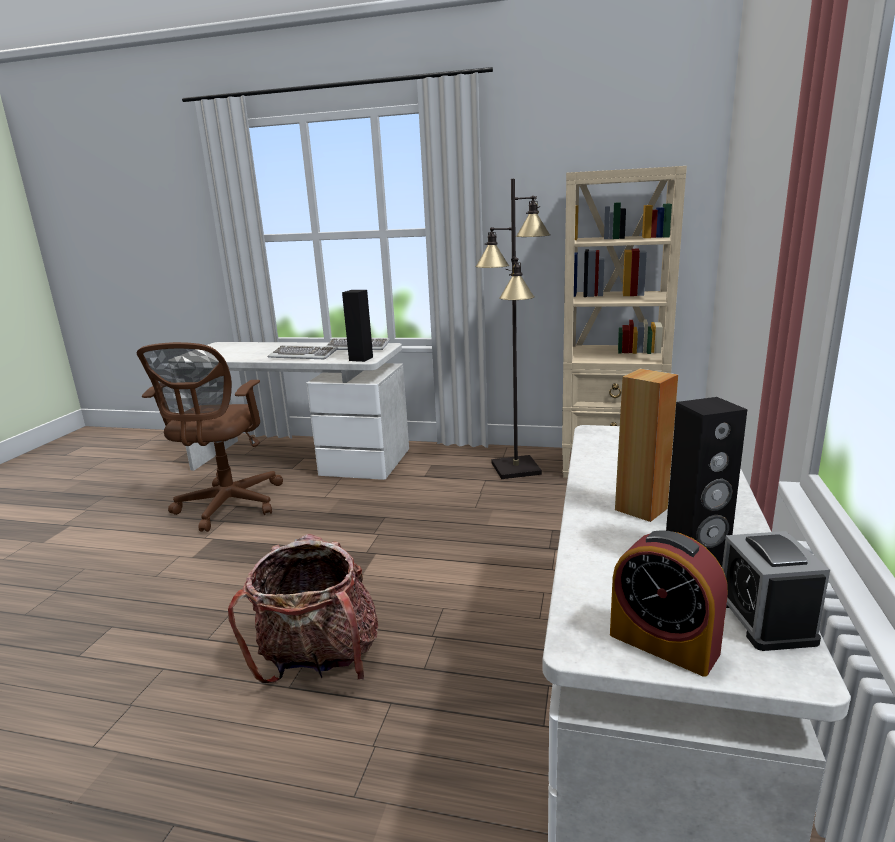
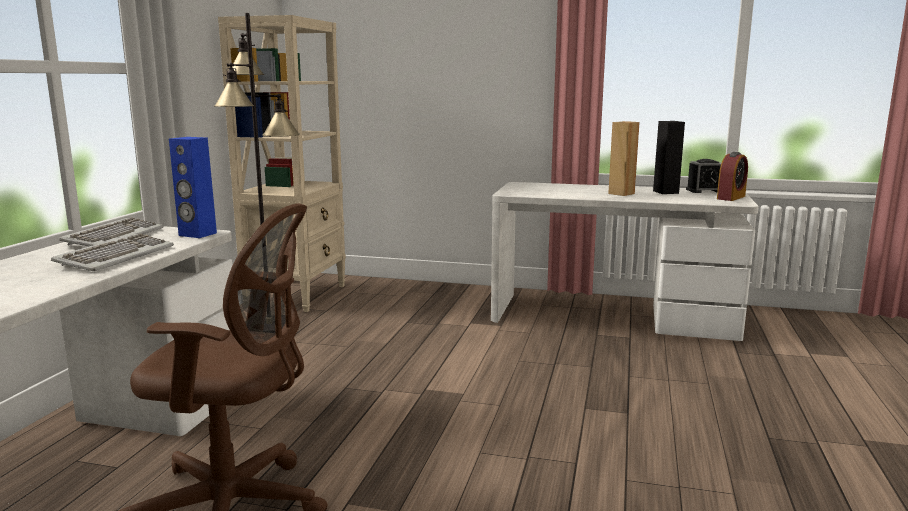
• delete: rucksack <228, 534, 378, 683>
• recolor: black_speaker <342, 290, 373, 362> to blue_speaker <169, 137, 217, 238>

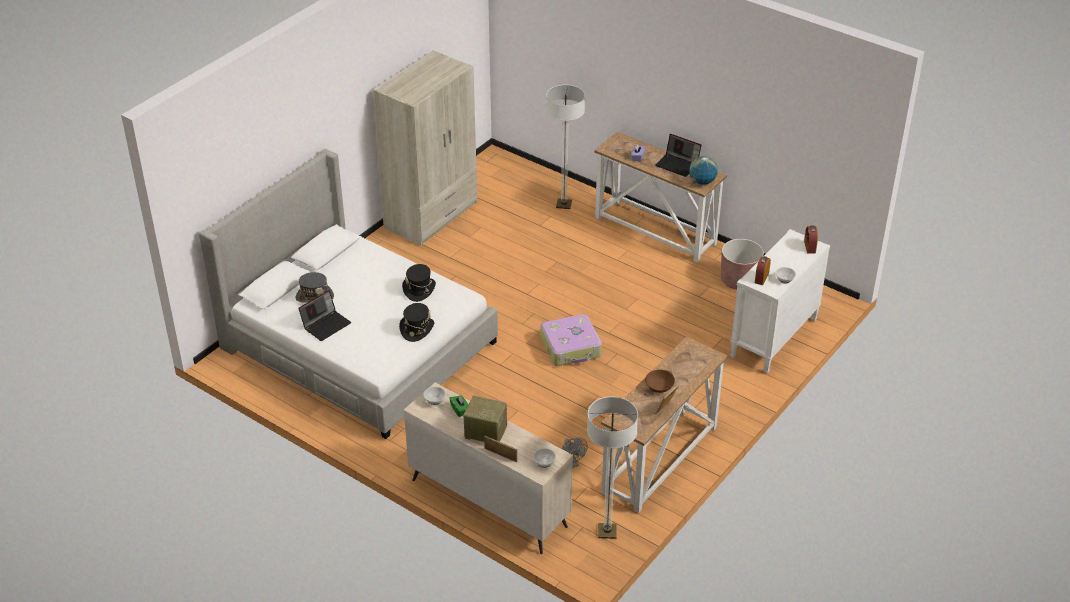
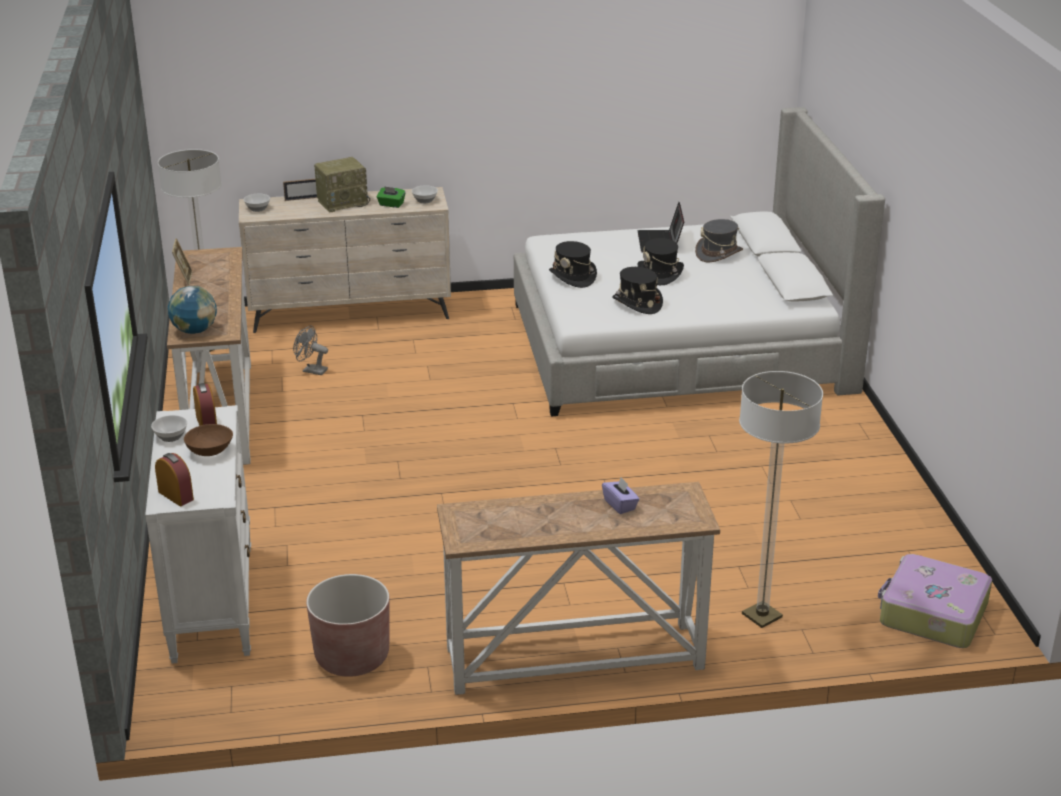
• delete: beige-coloured_armoire <372, 50, 478, 246>
• delete: portable_computer <655, 134, 701, 177>
• insert: black_clothing_hat <637, 238, 684, 285>
• move: travel_case <540, 314, 602, 366> to <878, 554, 992, 648>
• move: brownish_deep_dish <645, 370, 675, 393> to <184, 424, 233, 456>
• move: world_globe <689, 156, 718, 185> to <168, 286, 217, 334>

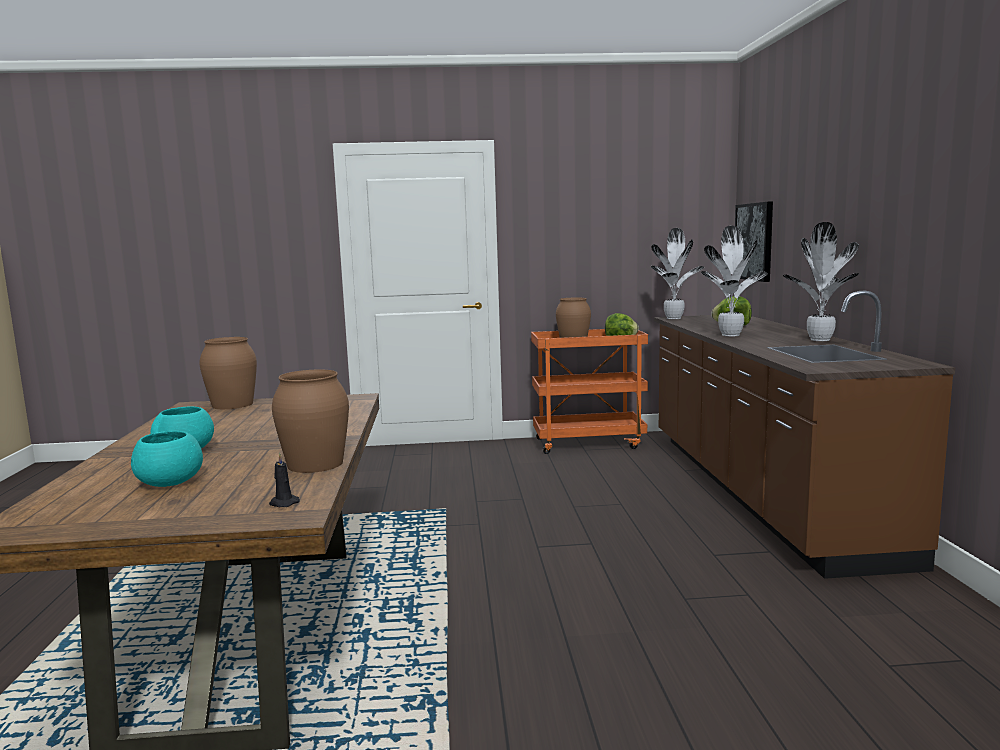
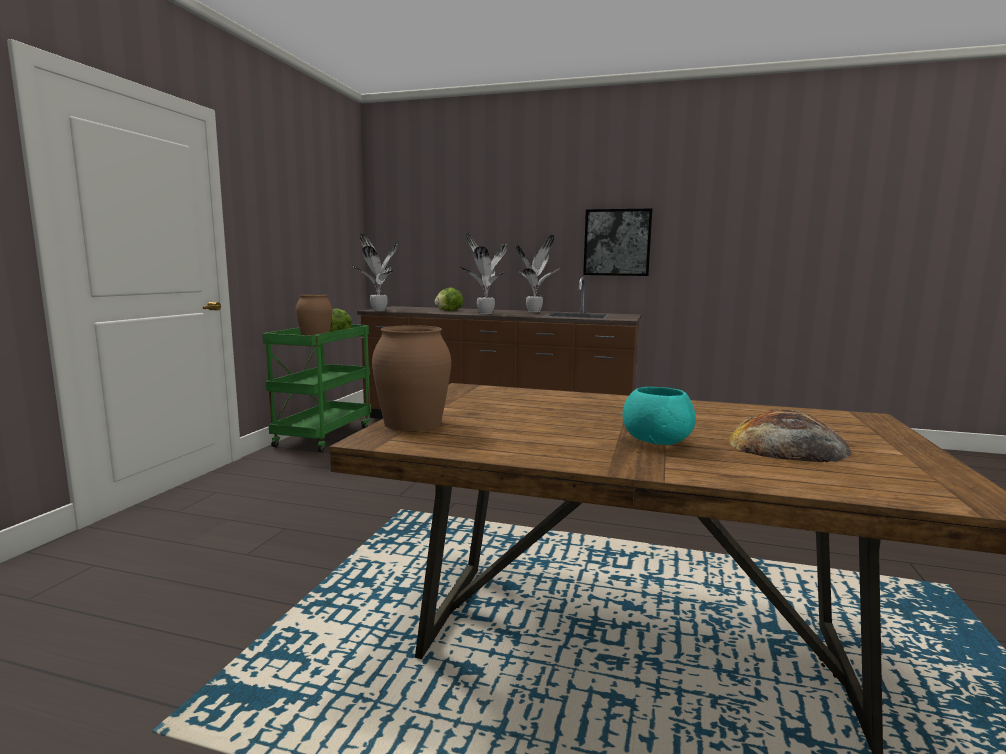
• delete: black_wax_light <269, 452, 300, 507>
• delete: brownish_flower_vase <272, 369, 349, 473>
• move: wall_picture <735, 201, 773, 282> to <583, 209, 653, 276>
• replace: turquoise_deep_dish <131, 431, 203, 487> to baked_bread <728, 409, 852, 462>
• recolor: orange_cart <531, 329, 648, 454> to green-coloured_cart <262, 324, 371, 452>

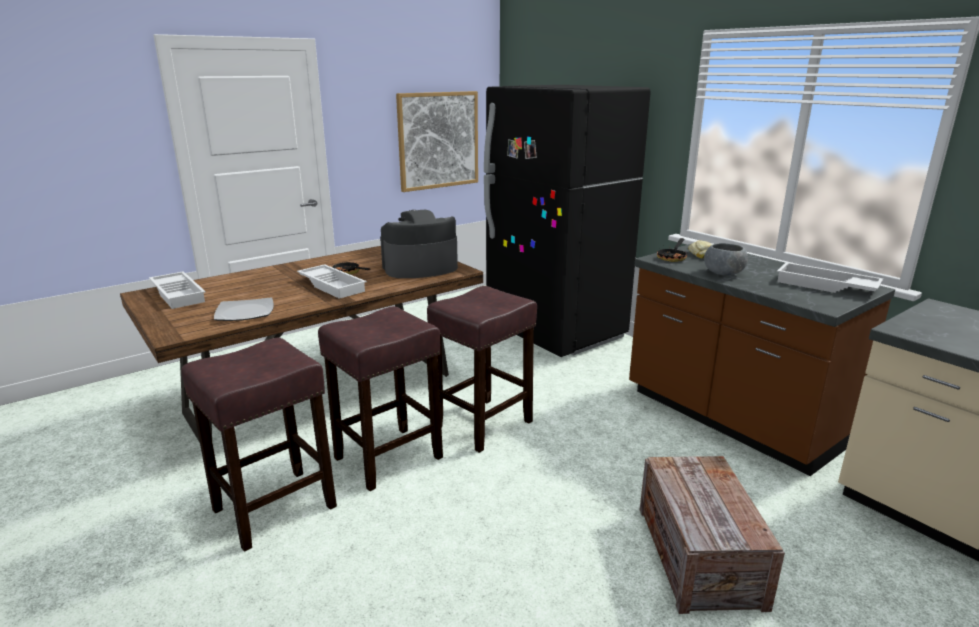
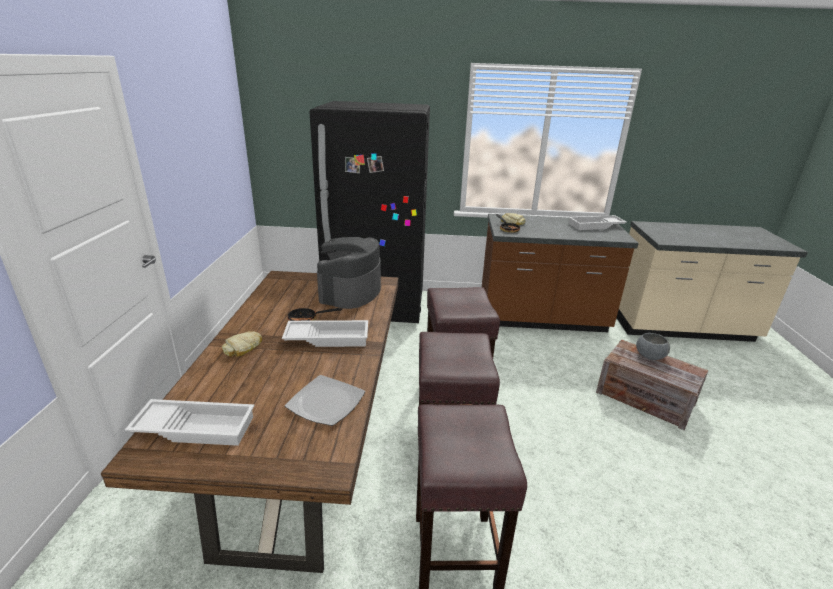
• delete: wall_picture <396, 91, 478, 192>
• insert: baked_bread <222, 331, 262, 357>
• move: greyish_deep_dish <704, 243, 748, 276> to <636, 333, 670, 360>

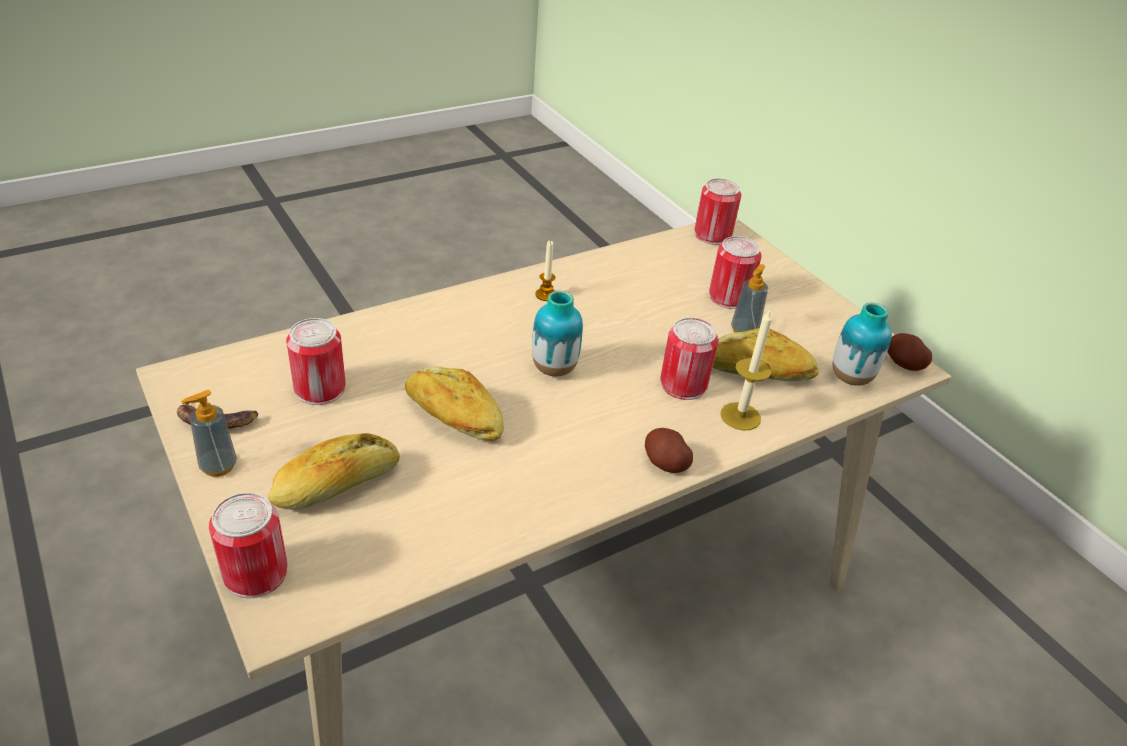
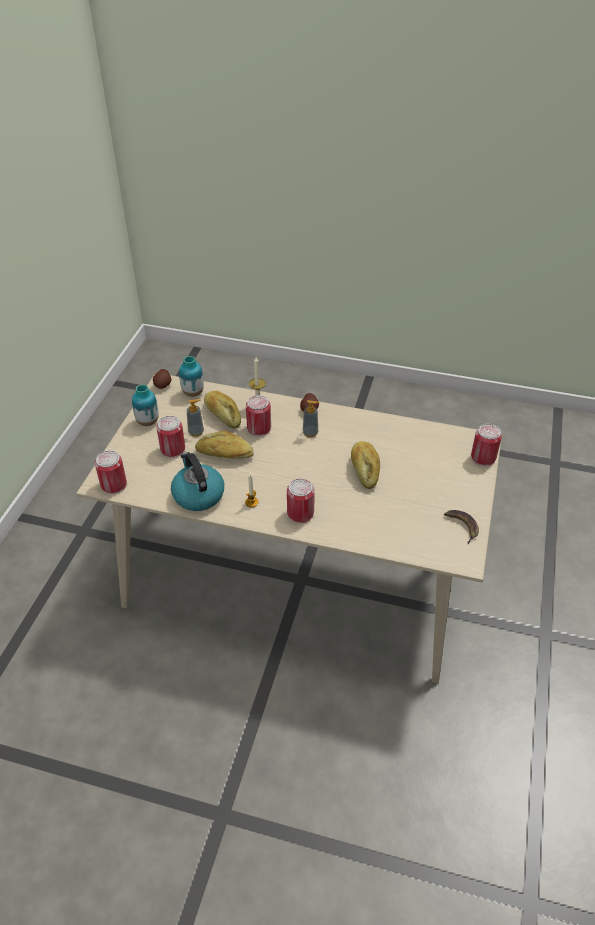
• insert: water_kettle <171, 452, 224, 511>
• move: soap_bottle <181, 390, 237, 477> to <303, 400, 319, 438>
• move: baked_bread <268, 433, 400, 510> to <195, 431, 254, 459>
• move: metal_can <286, 318, 346, 405> to <287, 478, 315, 523>
• move: flower_vase <532, 291, 583, 376> to <132, 384, 159, 426>

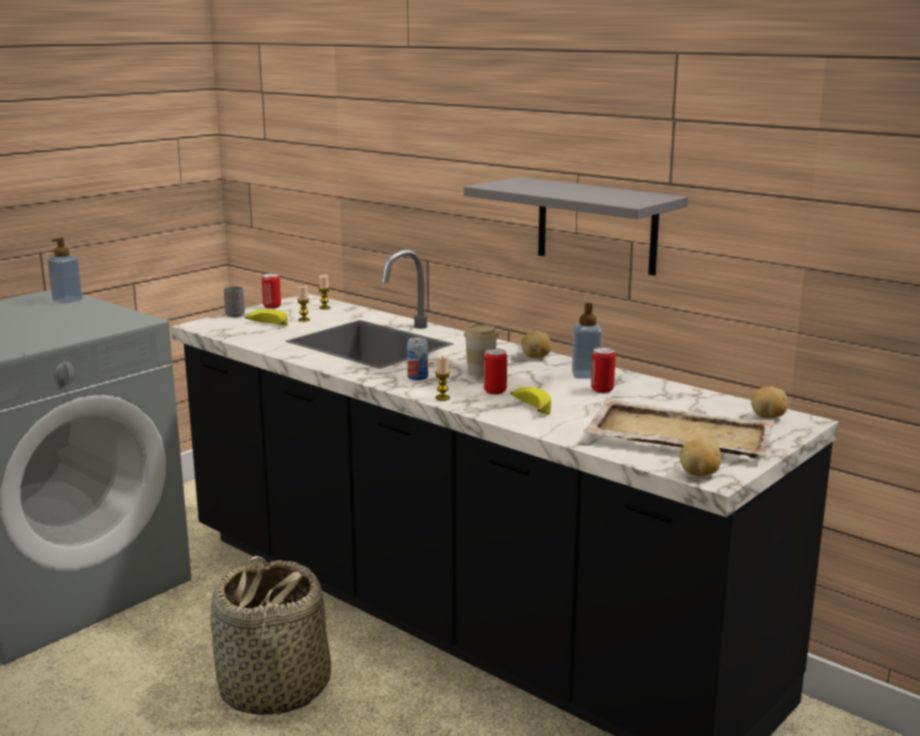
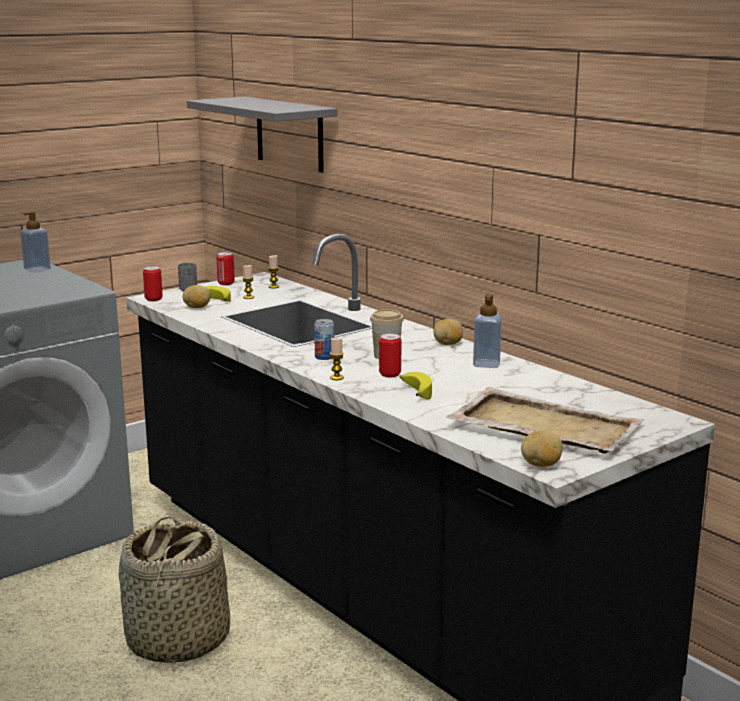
• move: greyish_bracket_shelf <464, 177, 688, 275> to <187, 97, 337, 172>
• move: metal_can <591, 347, 616, 393> to <143, 266, 163, 301>
• move: spud <751, 387, 788, 418> to <182, 285, 211, 308>

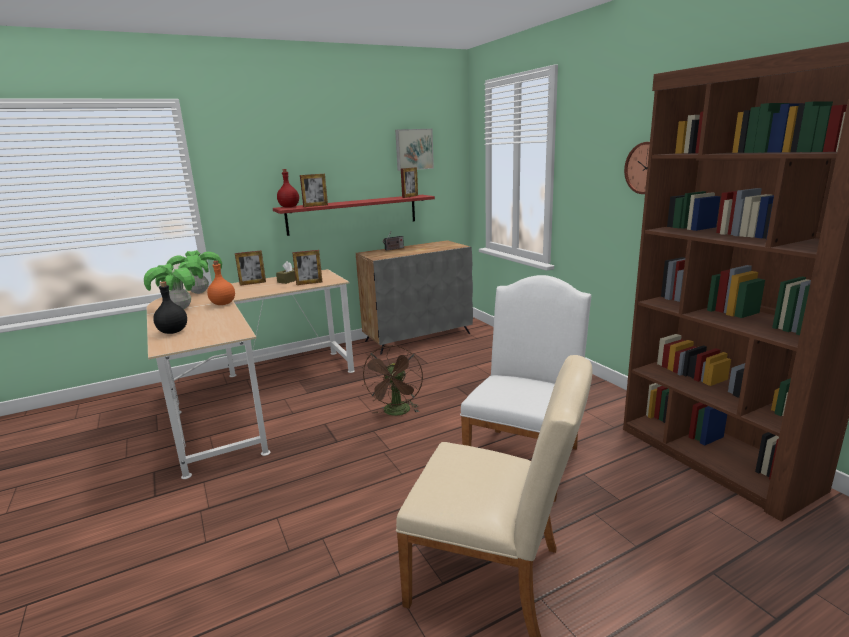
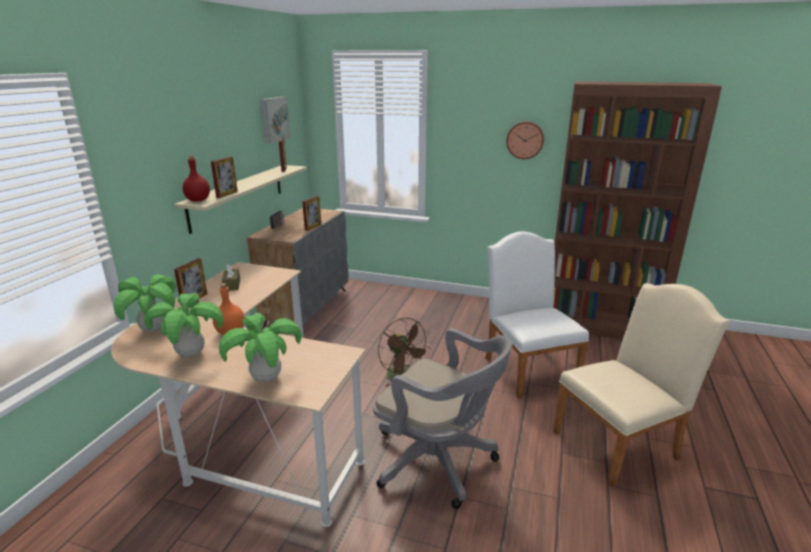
• insert: greyish_computer_chair <374, 328, 513, 509>
• move: standing_frame <292, 250, 323, 285> to <302, 196, 321, 231>
• replace: black_bottle <153, 282, 187, 334> to houseplant <219, 313, 302, 382>
• recolor: red-coloured_bracket_shelf <273, 195, 435, 236> to beige-coloured_bracket_shelf <174, 165, 307, 234>

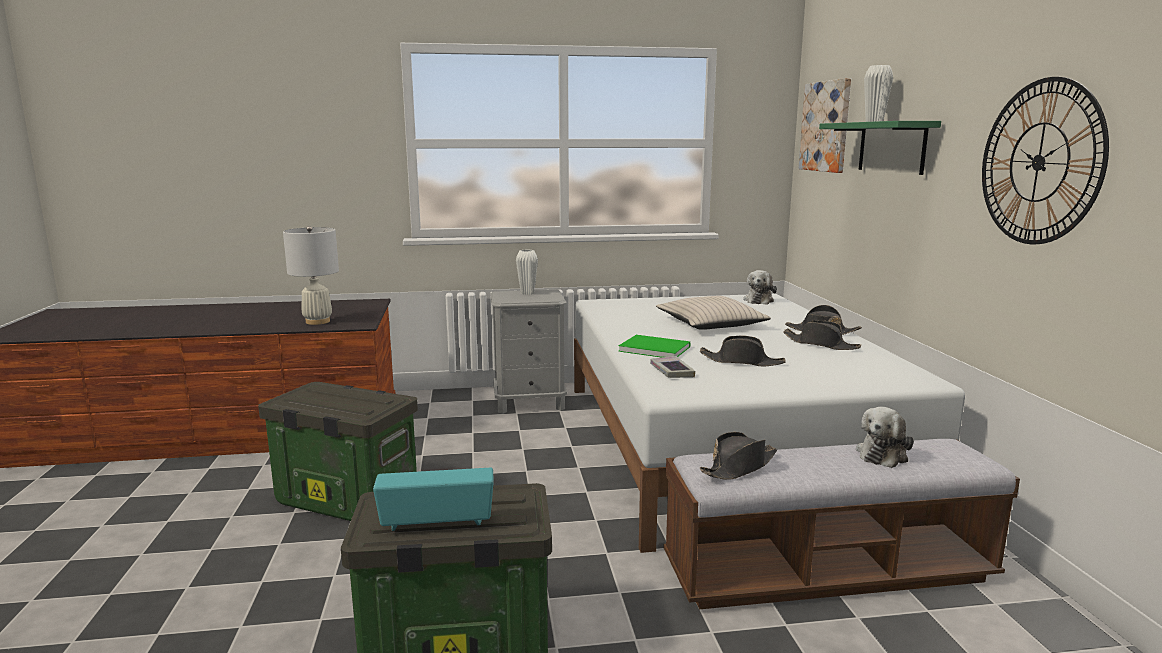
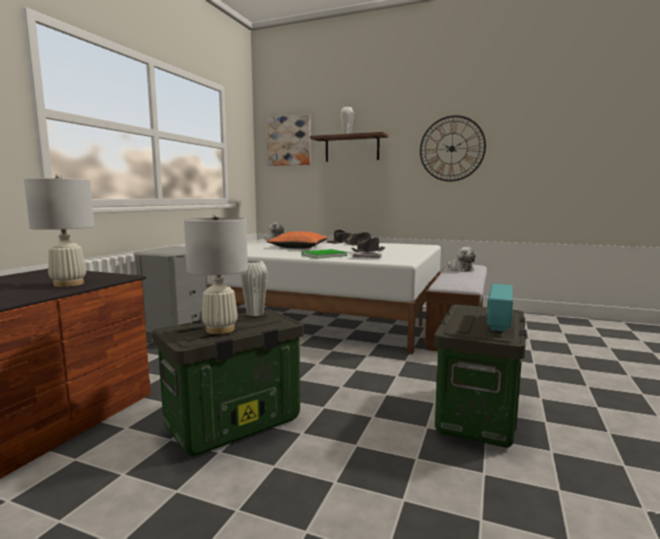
• delete: black_clothing_hat <700, 432, 777, 480>
• insert: white-coloured_lamp_for_a_table <184, 214, 248, 334>
• move: white-coloured_flower_vase <516, 249, 538, 295> to <240, 260, 268, 316>
• recolor: beige-coloured_cushion <656, 296, 771, 330> to orange_cushion <267, 231, 328, 249>
• recolor: green-coloured_bracket_shelf <819, 121, 941, 175> to brownish_bracket_shelf <310, 132, 388, 162>

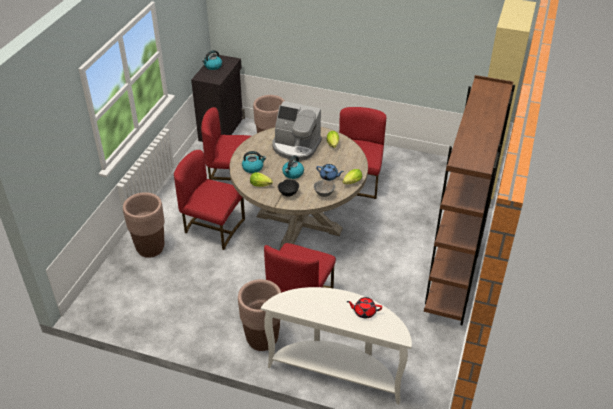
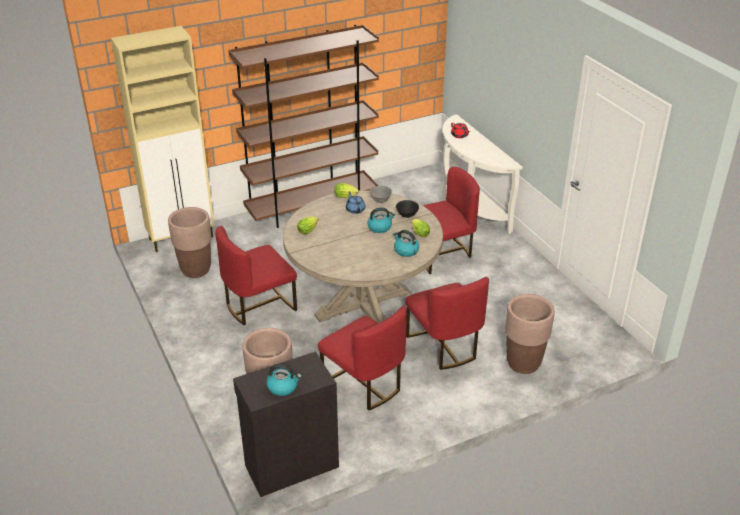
• delete: coffee_brewer <273, 101, 322, 161>
• move: brownish_plant_pot <238, 279, 281, 351> to <168, 207, 211, 278>

